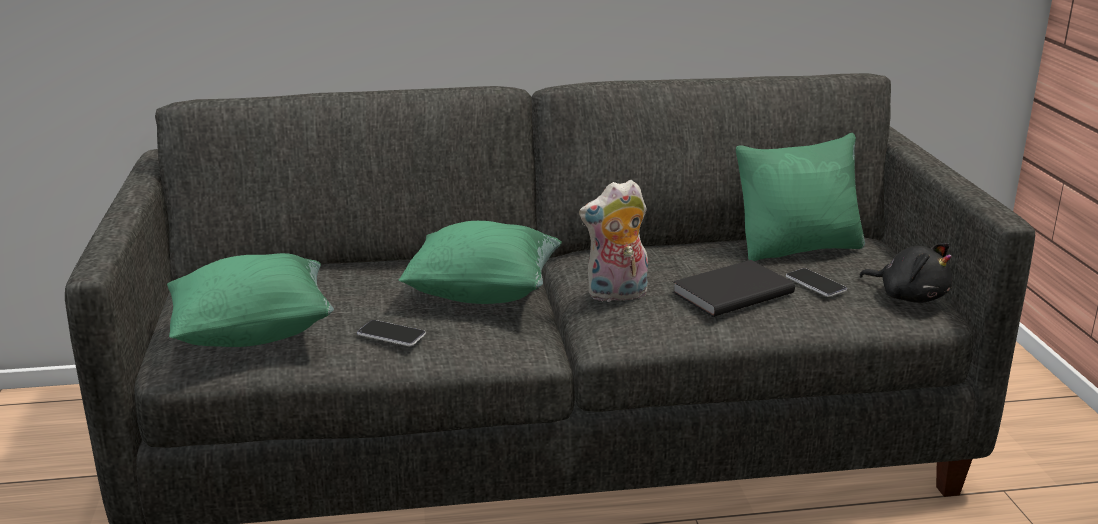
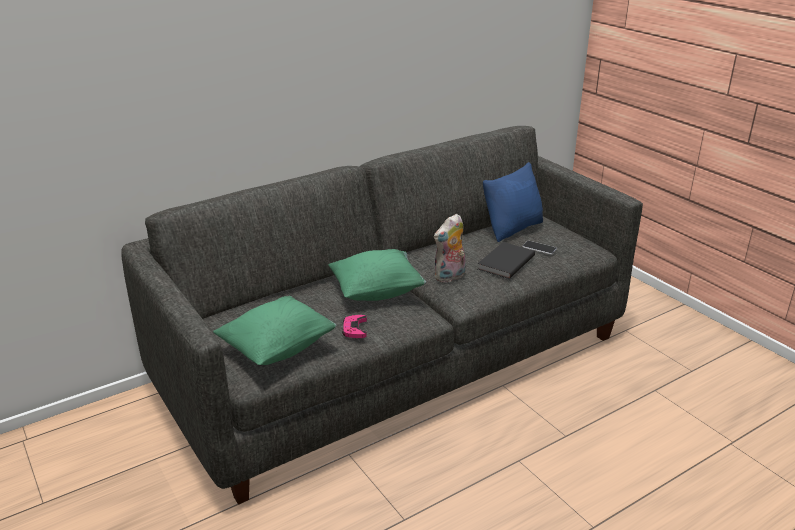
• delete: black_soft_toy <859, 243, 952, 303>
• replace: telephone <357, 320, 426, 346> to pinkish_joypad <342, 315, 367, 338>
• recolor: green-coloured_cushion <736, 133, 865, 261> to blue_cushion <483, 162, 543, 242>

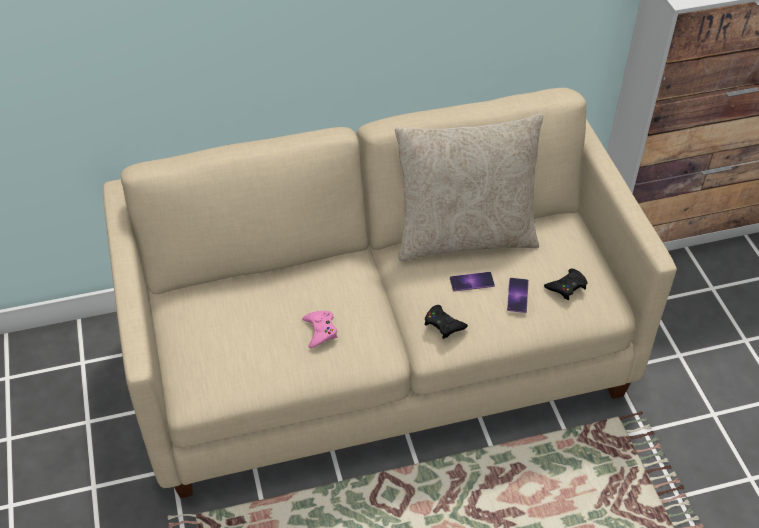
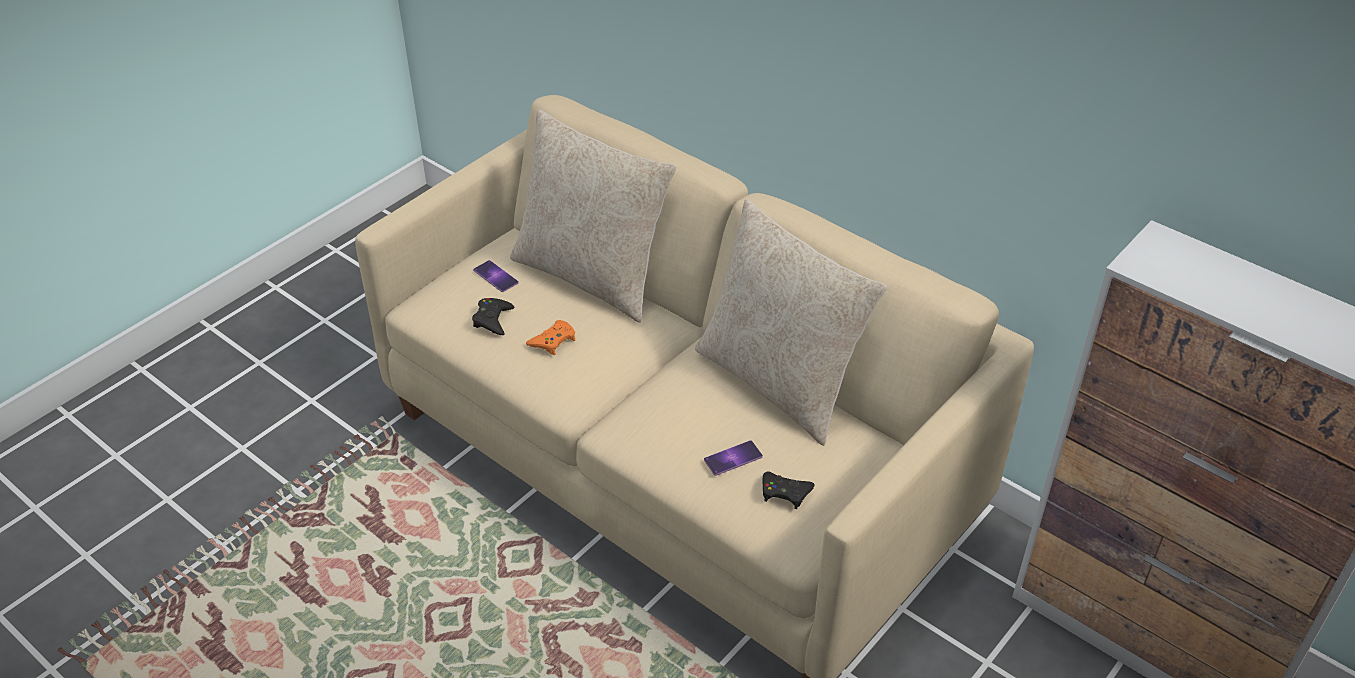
• insert: beige-coloured_cushion <510, 110, 676, 323>
• move: black_joypad <425, 305, 468, 339> to <472, 298, 514, 335>
• move: telephone <450, 272, 495, 292> to <473, 260, 519, 292>
• recolor: pinkish_joypad <302, 311, 337, 348> to orange_joypad <526, 320, 575, 355>

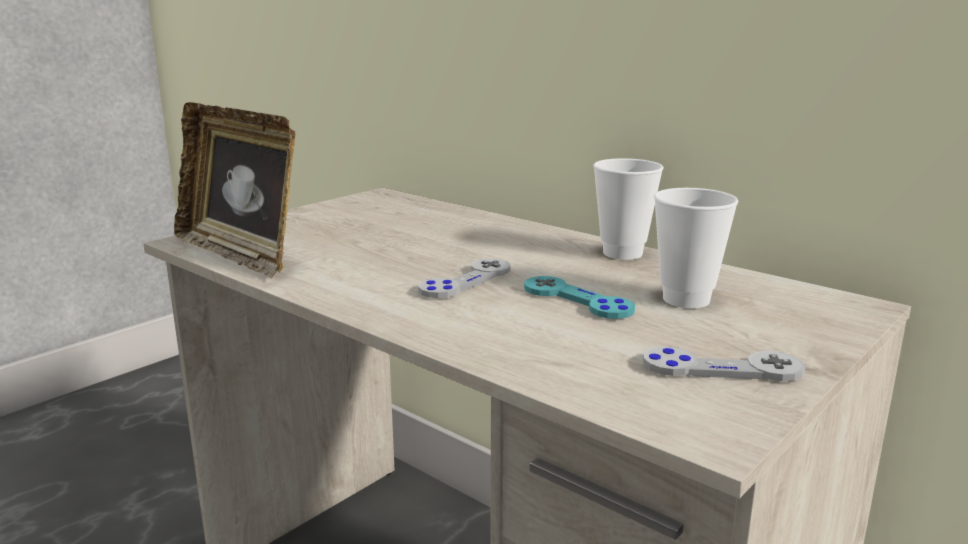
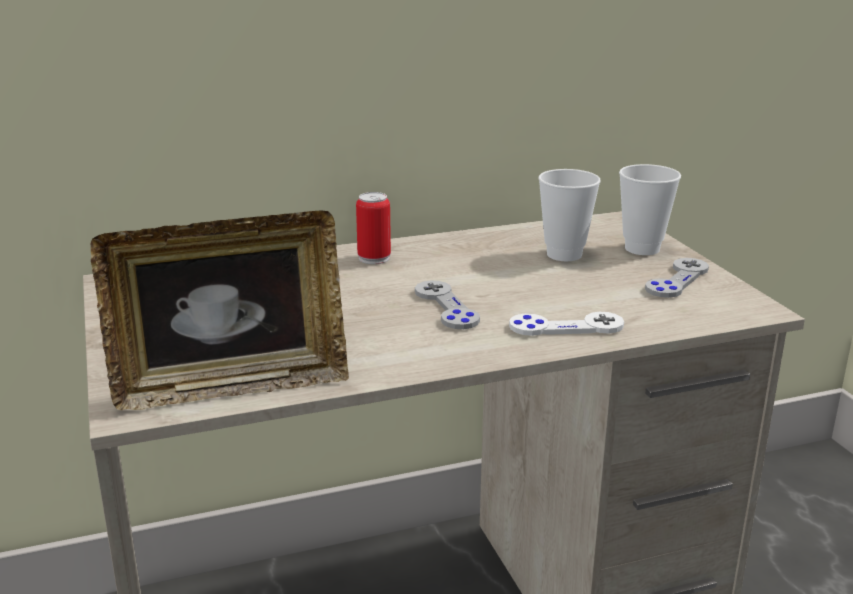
• delete: turquoise_joypad <524, 276, 635, 319>
• insert: metal_can <356, 192, 391, 264>
• insert: white-coloured_joypad <509, 312, 624, 336>
• move: small_cup <593, 158, 663, 260> to <619, 164, 681, 255>

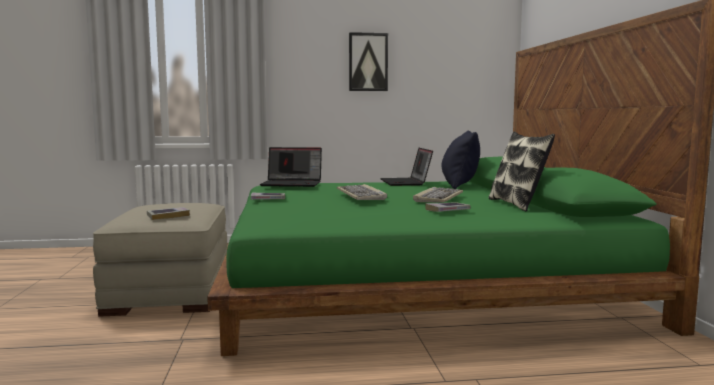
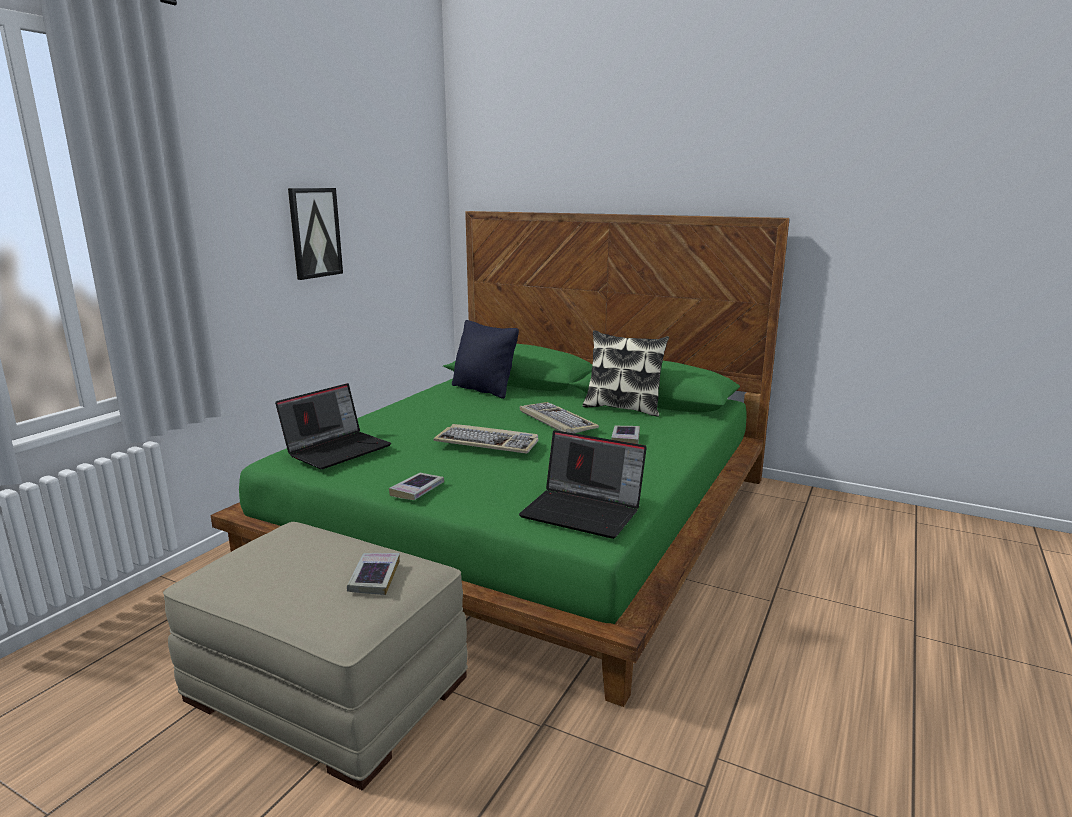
• move: portable_computer <380, 148, 433, 186> to <519, 430, 647, 539>

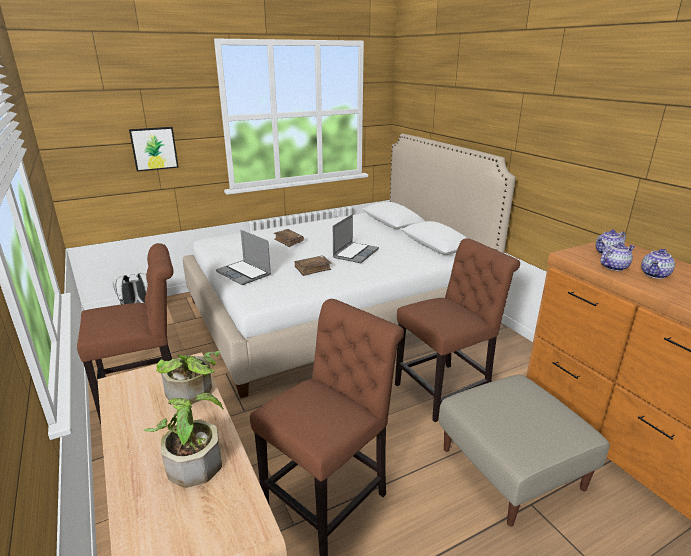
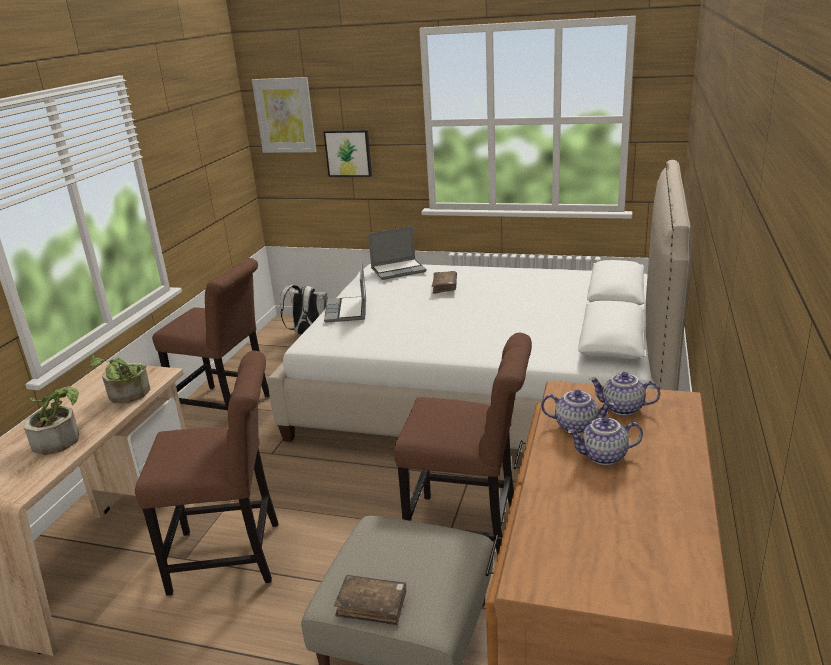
• insert: wall_picture <252, 77, 316, 153>
• move: brownish_book <295, 256, 332, 276> to <334, 575, 406, 625>
• move: portable_computer <333, 214, 379, 263> to <368, 226, 427, 280>

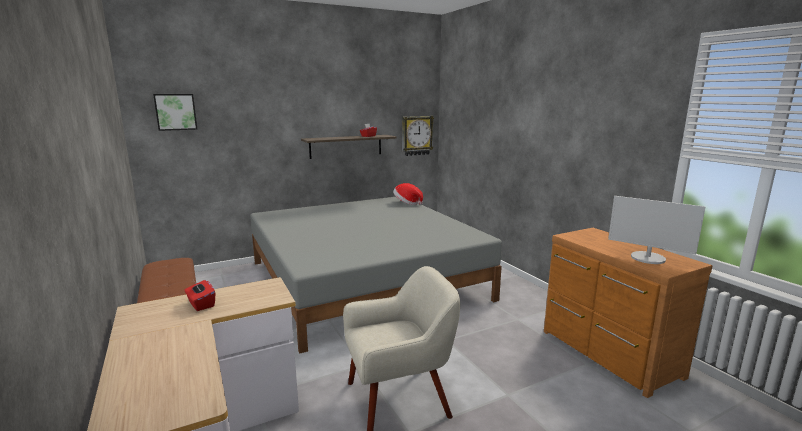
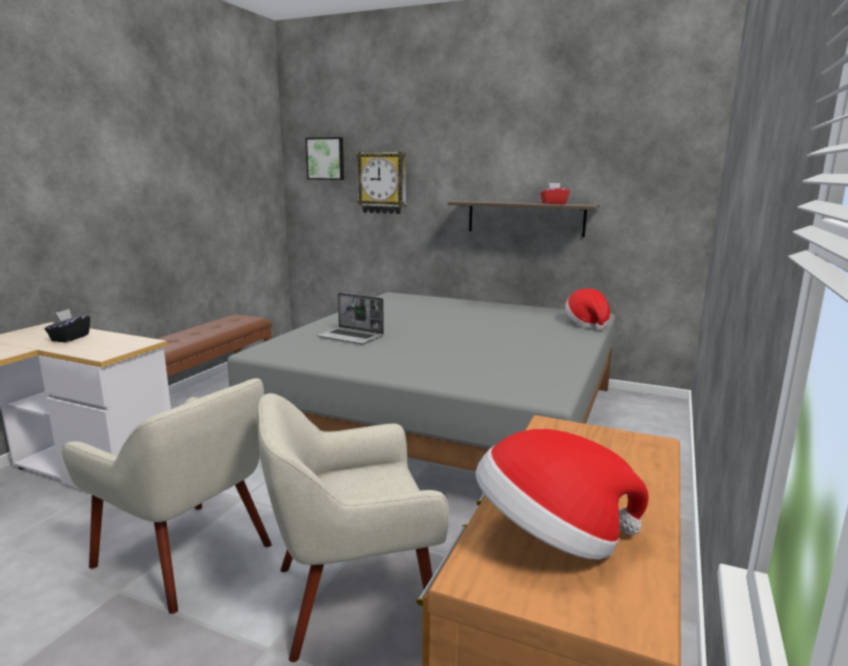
• insert: beige-coloured_armchair <257, 393, 449, 662>
• insert: portable_computer <317, 293, 384, 344>
• move: clock_on_the_wall <402, 116, 434, 156> to <356, 152, 406, 214>
• replace: monitor <608, 196, 706, 264> to clothing_hat <475, 429, 649, 560>
• recolor: red-coloured_tissue_holder <185, 280, 215, 311> to black_tissue_holder <45, 309, 90, 342>

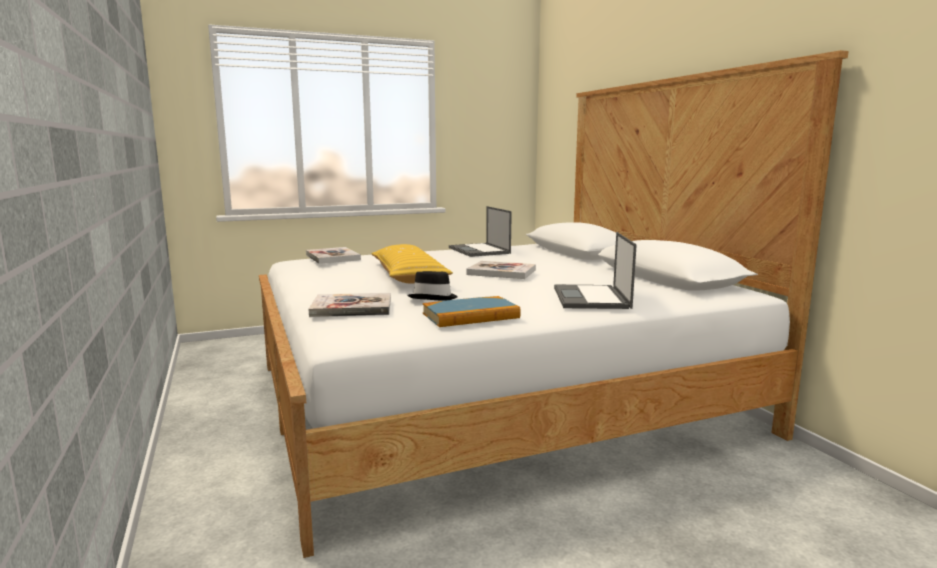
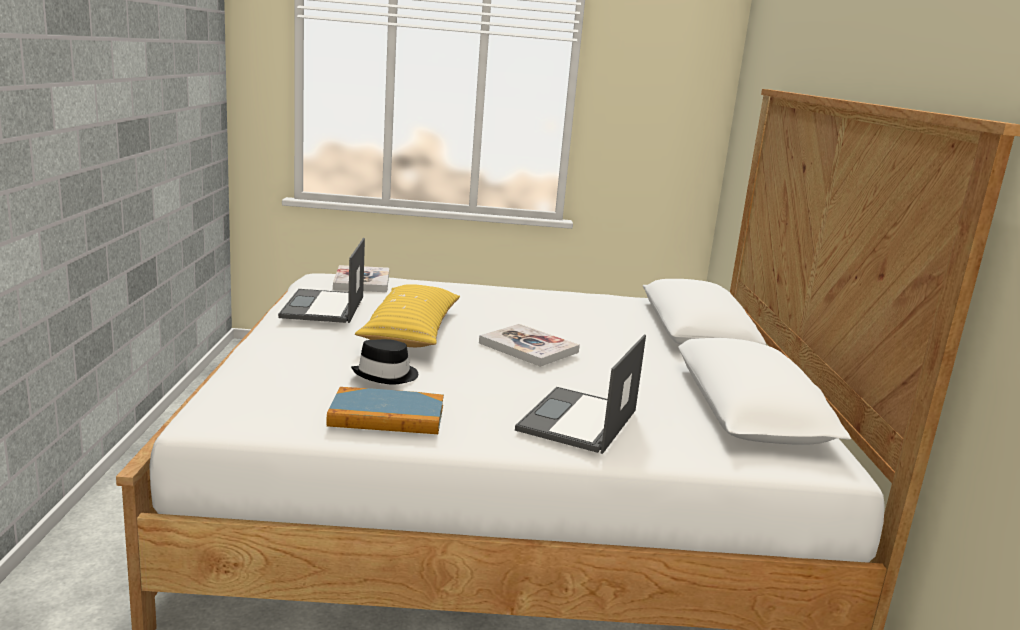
• delete: book <309, 293, 391, 317>
• move: portable_computer <449, 206, 512, 257> to <278, 238, 365, 323>

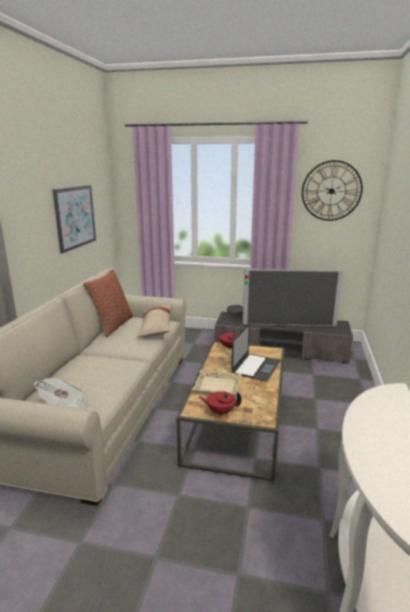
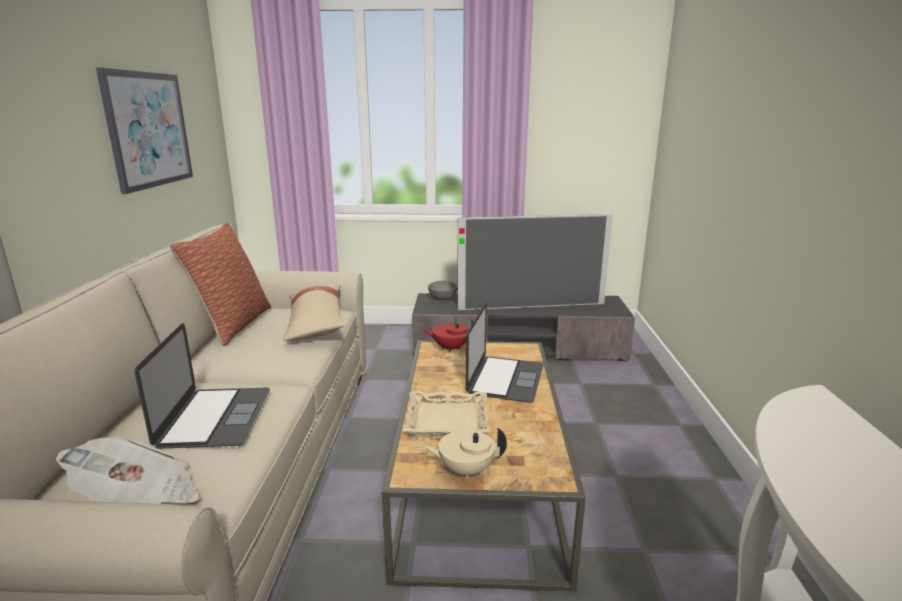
• delete: clock_on_the_wall <302, 160, 363, 221>
• insert: portable_computer <135, 323, 270, 449>
• recolor: red-coloured_pot_for_tea <199, 391, 242, 416> to beige-coloured_pot_for_tea <422, 427, 507, 479>

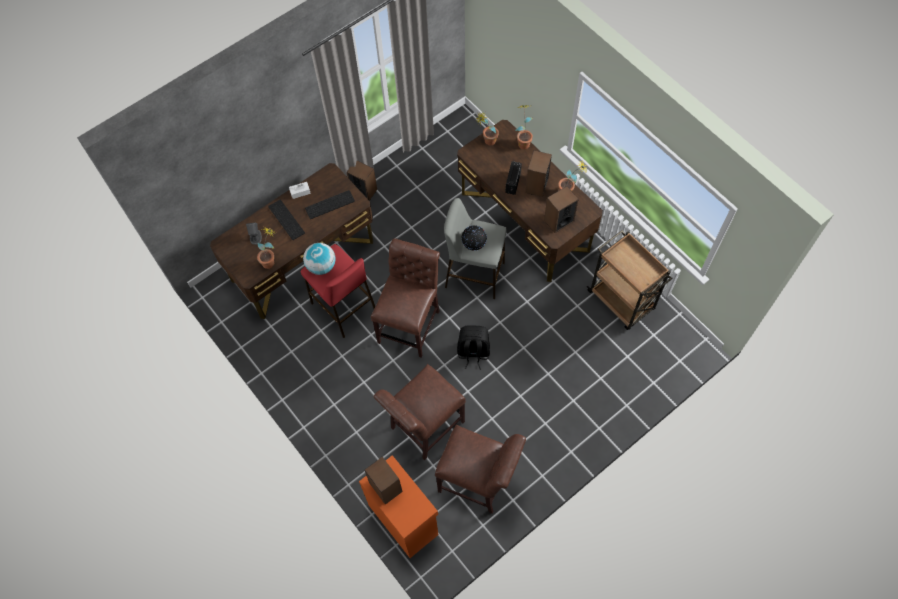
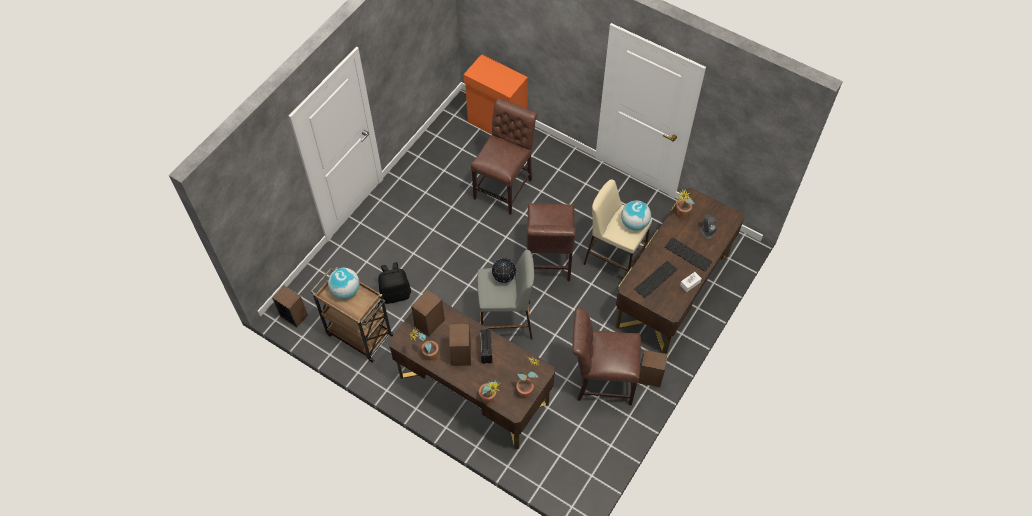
• insert: world_globe <328, 268, 360, 299>
• move: speaker <365, 457, 403, 505> to <272, 286, 308, 328>
• move: brownish_plain_chair <435, 425, 526, 514> to <572, 308, 641, 405>
• move: black_rucksack <457, 325, 490, 370> to <378, 262, 411, 304>
• recolor: red-coloured_stool_seat <301, 244, 375, 338> to beige-coloured_stool_seat <583, 179, 652, 272>

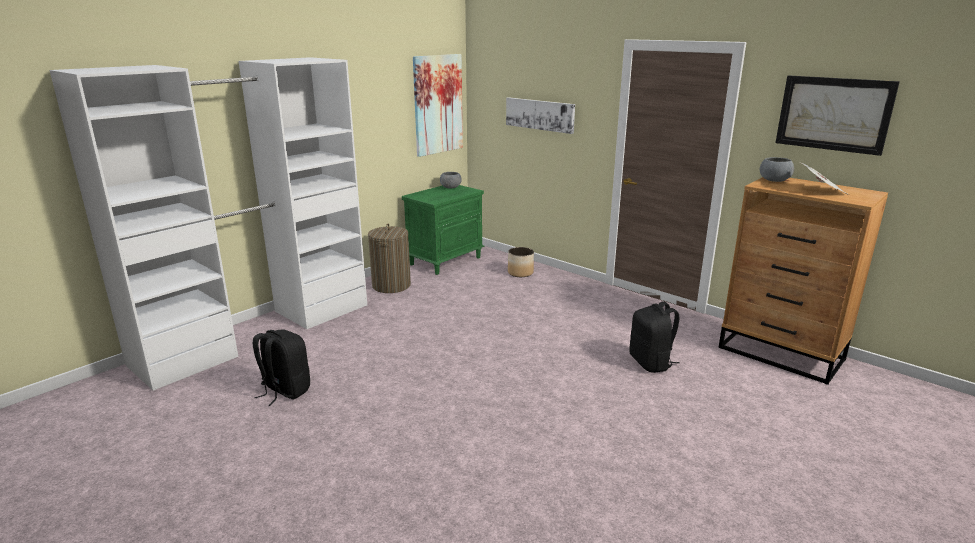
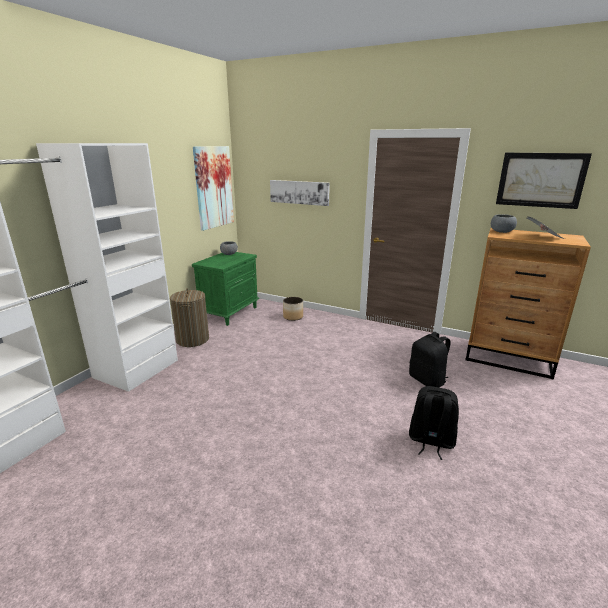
• move: black_rucksack <253, 329, 310, 406> to <409, 386, 459, 460>

